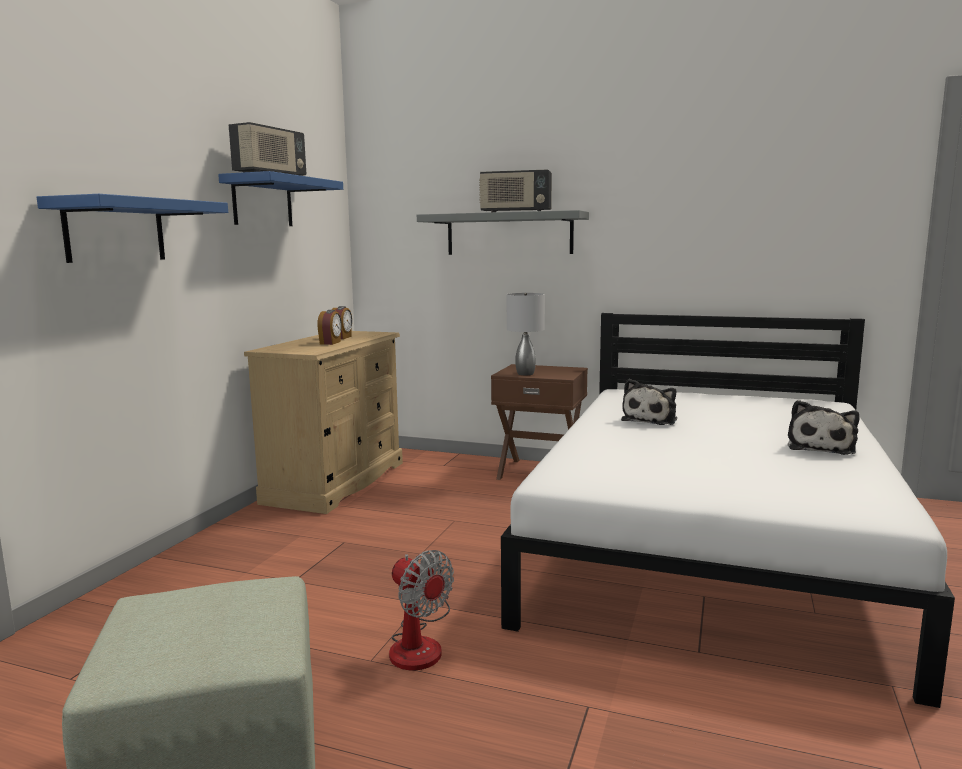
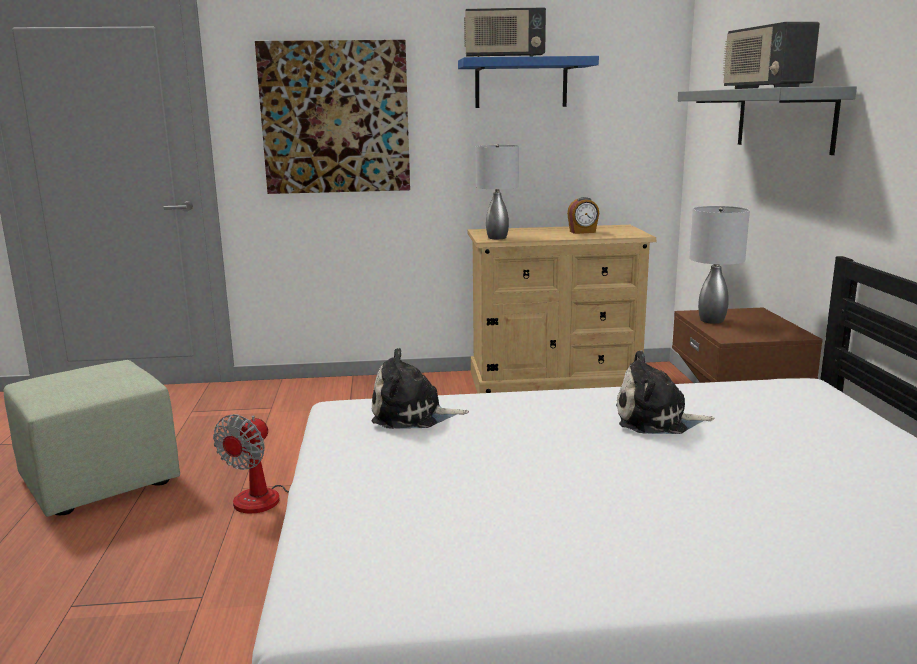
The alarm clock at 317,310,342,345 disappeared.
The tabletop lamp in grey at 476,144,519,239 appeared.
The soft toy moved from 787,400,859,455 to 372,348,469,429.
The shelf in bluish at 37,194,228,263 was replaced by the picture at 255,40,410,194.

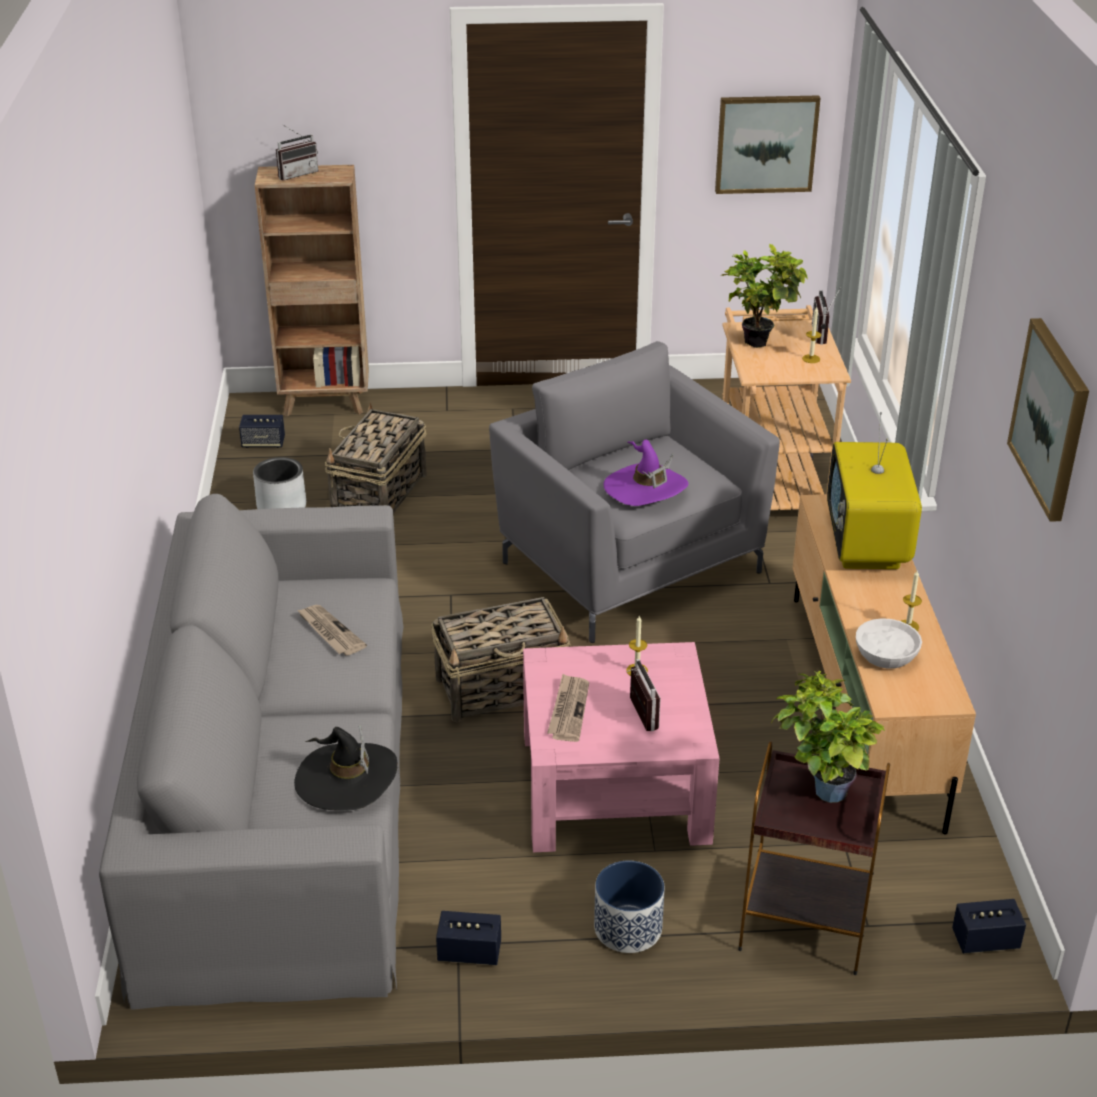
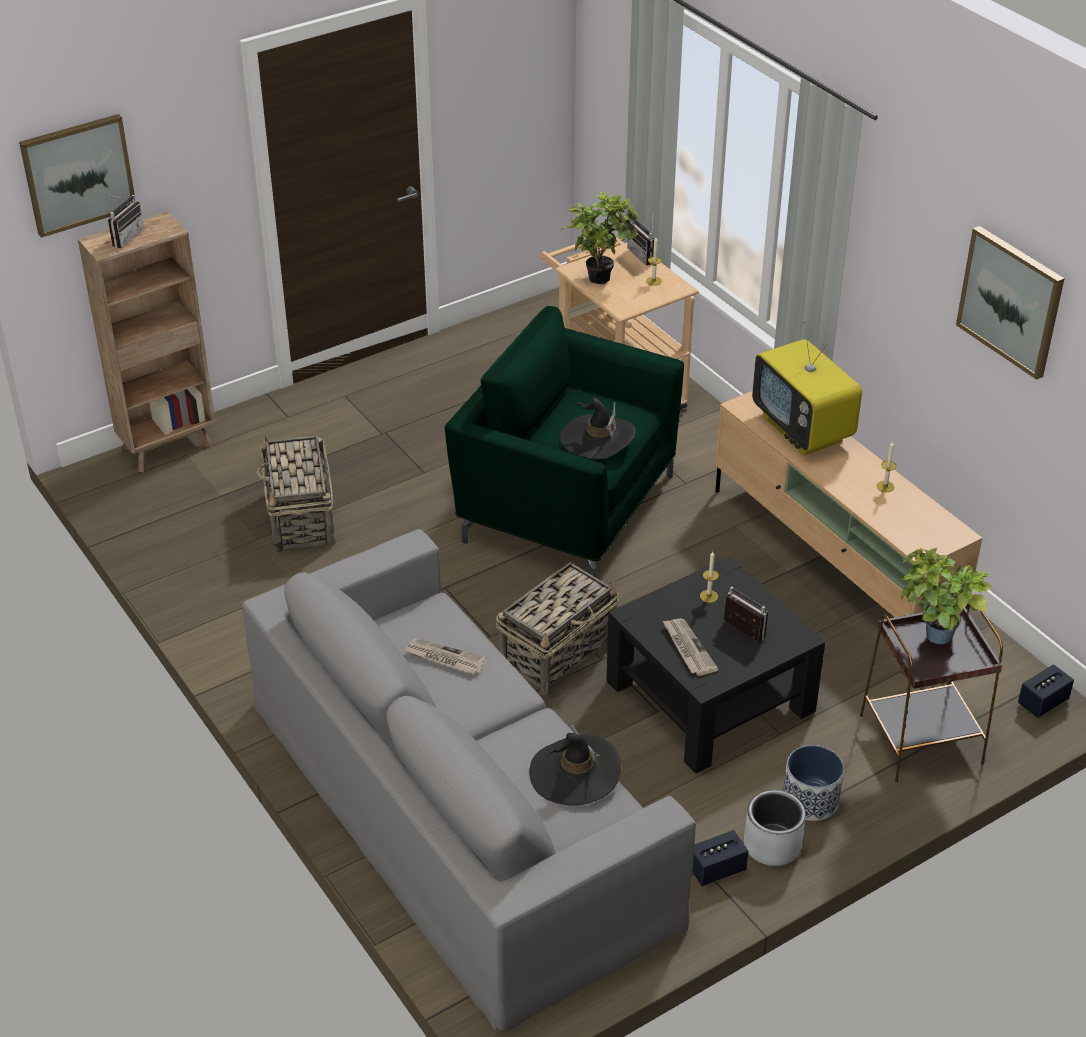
The speaker at 239,415,285,448 disappeared.
The bowl in whitish at 856,618,922,669 disappeared.
The plant pot in grey moved from 253,457,306,509 to 744,790,806,866.
The picture moved from 715,95,821,194 to 19,114,135,238.
The armchair in grey at 489,341,780,643 became the armchair in greenish at 445,306,684,577.
The low table in pink-coloured at 523,642,720,853 became the low table in black-coloured at 606,556,825,774.
The hat in purple at 603,440,688,506 became the hat in black-coloured at 559,398,636,459.

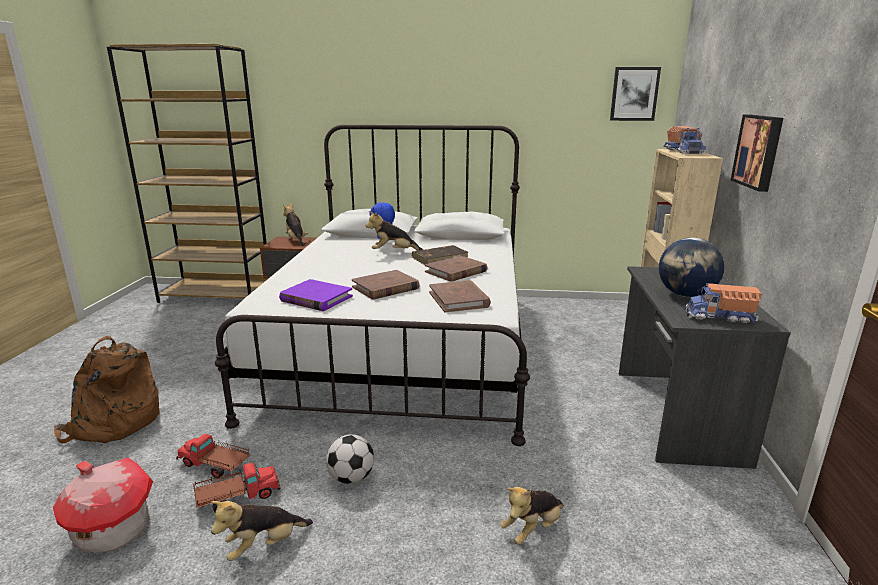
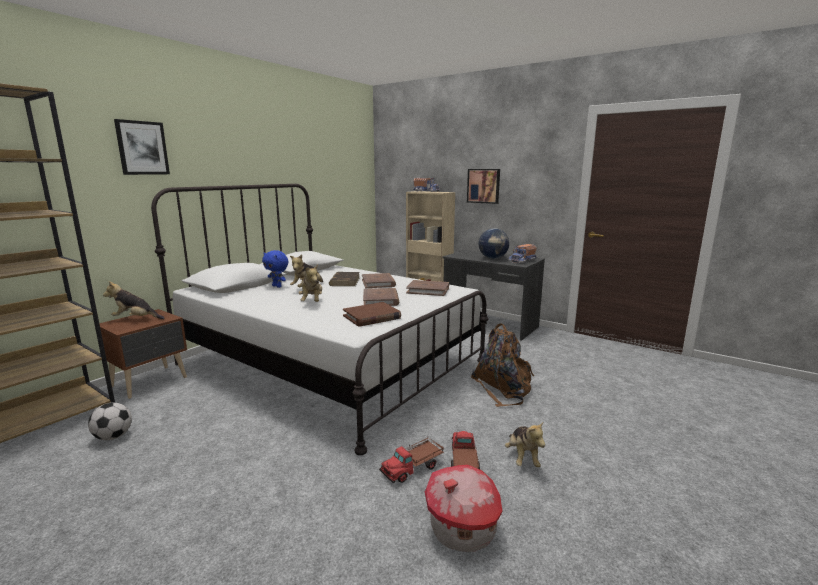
The knapsack in brownish moved from 54,336,160,443 to 471,323,534,407.
The ball for football moved from 326,434,374,484 to 88,403,132,440.
The soft toy moved from 500,487,564,545 to 298,265,322,302.
The picture moved from 610,67,661,121 to 114,119,170,175.
The book in purple at 279,279,353,311 became the book in brownish at 343,302,401,326.

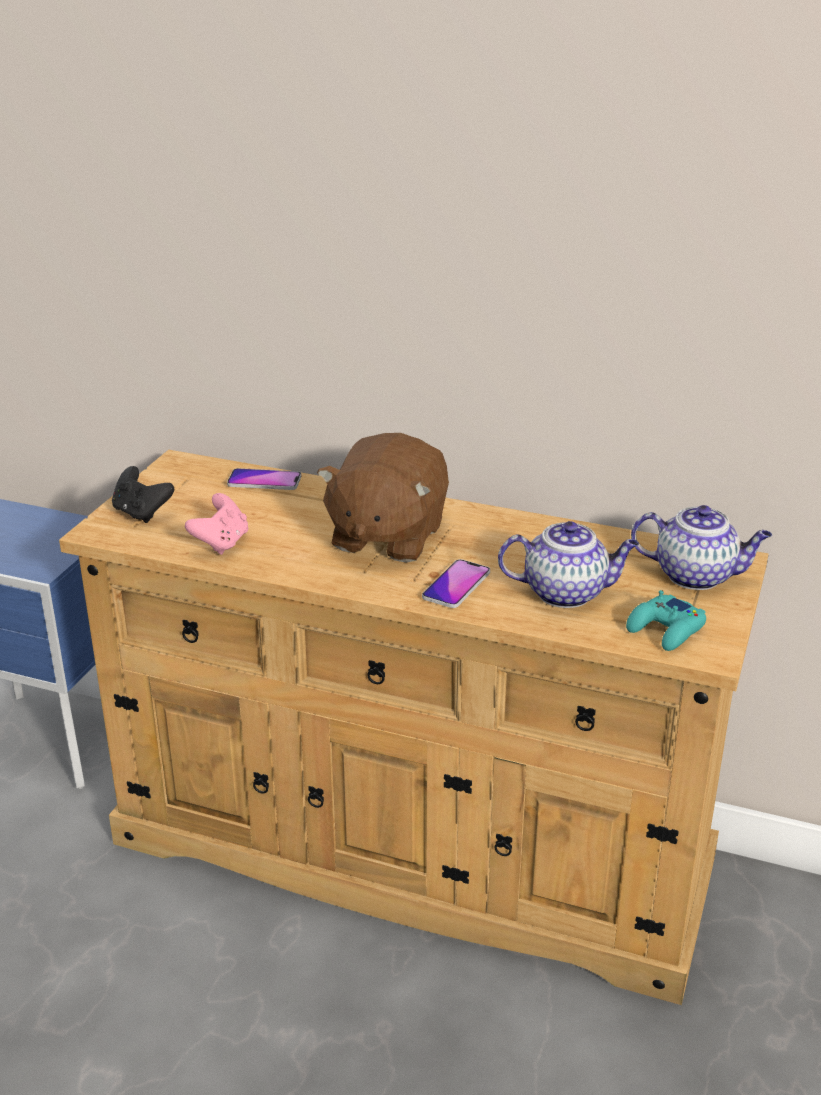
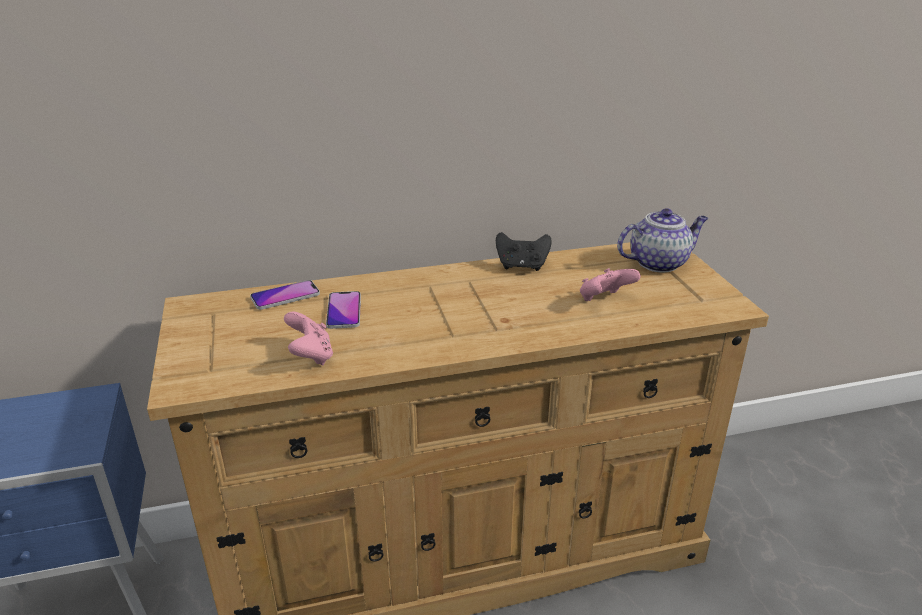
The soft toy in brownish at 317,433,449,563 disappeared.
The gamepad in turquoise-coloured at 626,590,706,651 disappeared.
The gamepad in black-coloured moved from 112,466,174,523 to 496,232,552,271.
The handset moved from 422,559,490,608 to 326,291,361,329.
The pot for tea at 498,521,639,608 was replaced by the gamepad in pink-coloured at 580,268,641,301.

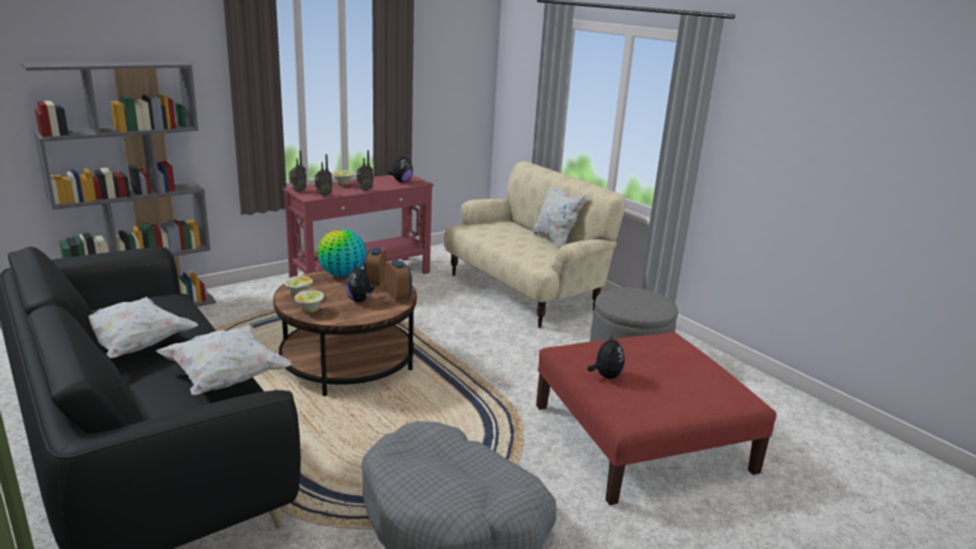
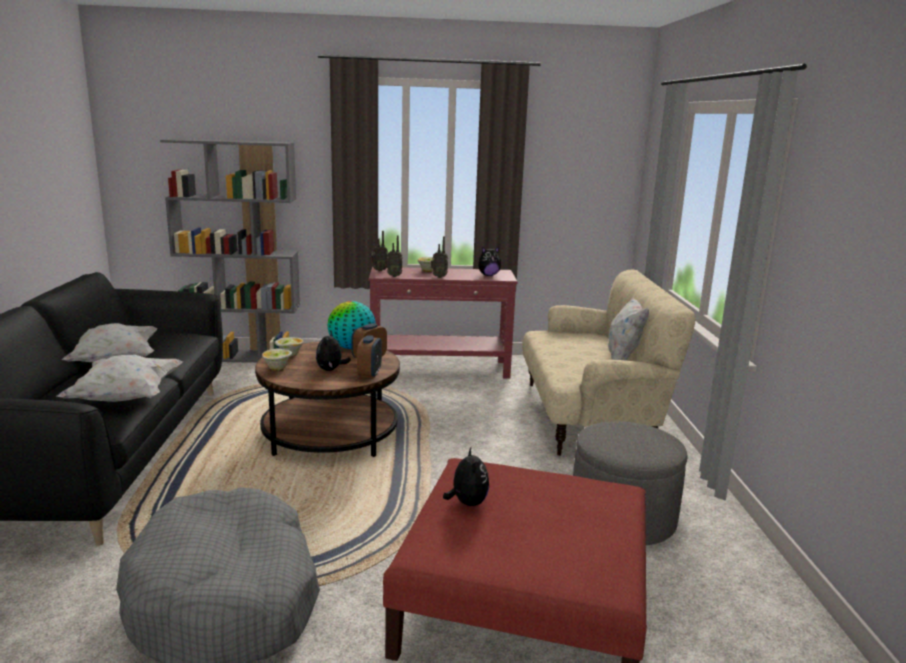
The soft toy at 587,333,625,379 turned 45 degrees counterclockwise.

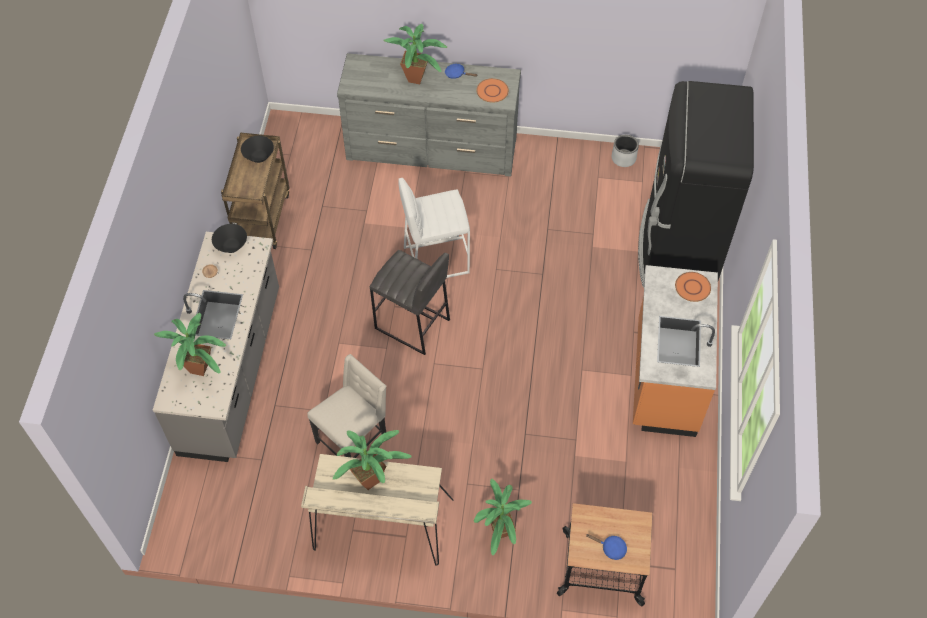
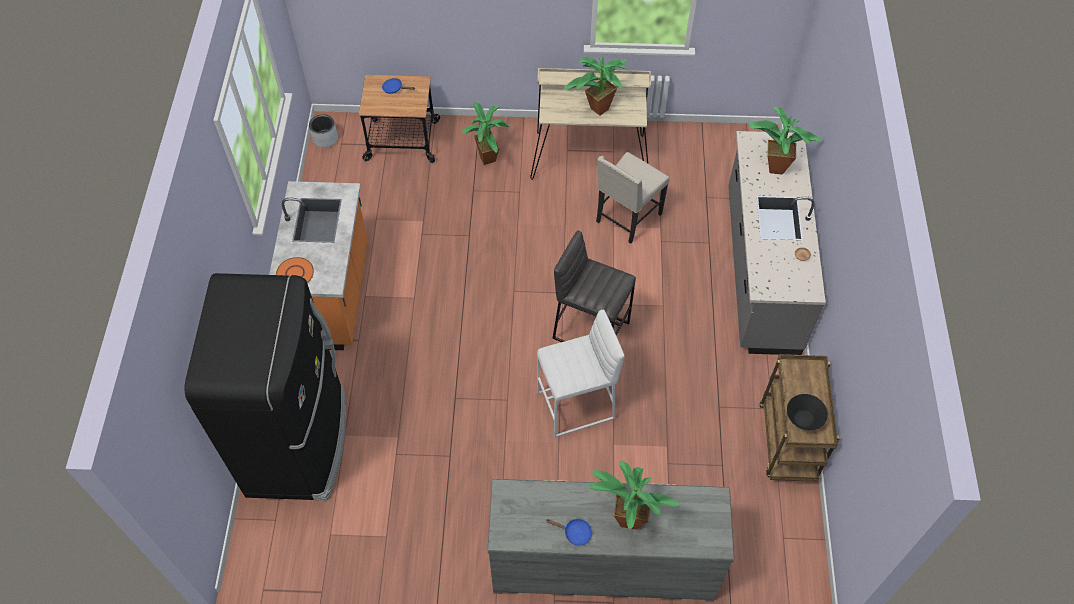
The bowl in black-coloured at 212,224,247,253 disappeared.
The flat dish in orange-coloured at 476,78,509,103 disappeared.
The plant pot in grey moved from 612,135,639,167 to 309,114,338,148.

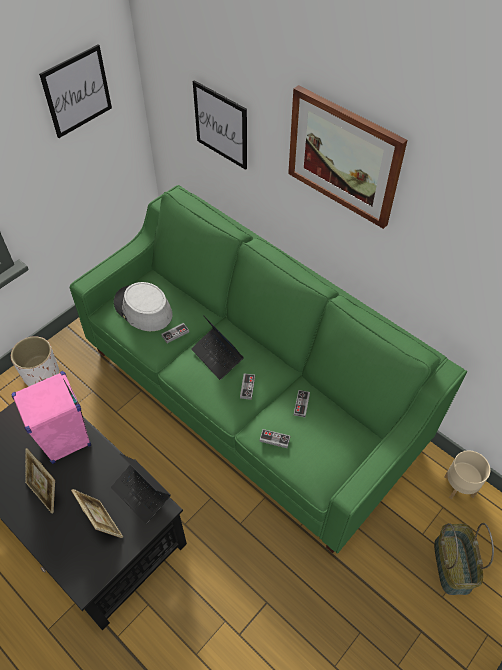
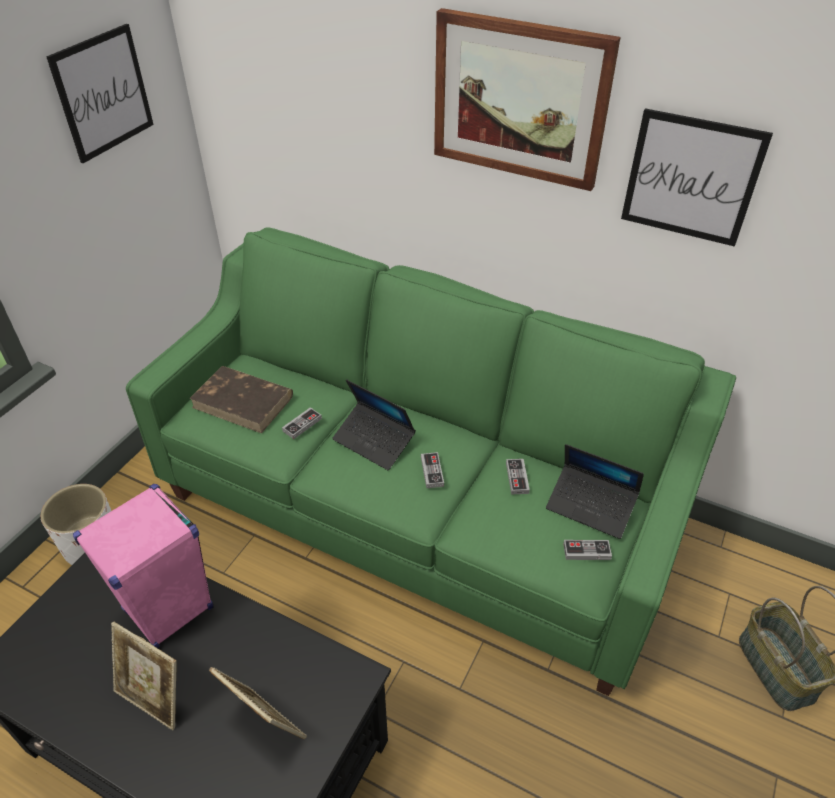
The plant pot in beige at 444,450,490,499 disappeared.
The portable computer moved from 111,454,171,524 to 546,444,644,539.
The picture moved from 193,80,247,170 to 621,108,773,247.
The gamepad moved from 260,429,290,448 to 563,540,612,560.
The hat in grey at 114,282,172,331 was replaced by the book in brownish at 189,366,293,433.

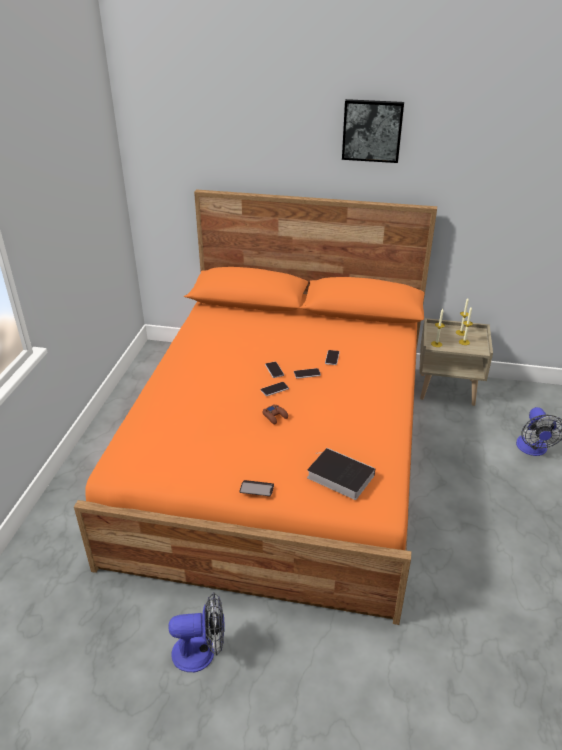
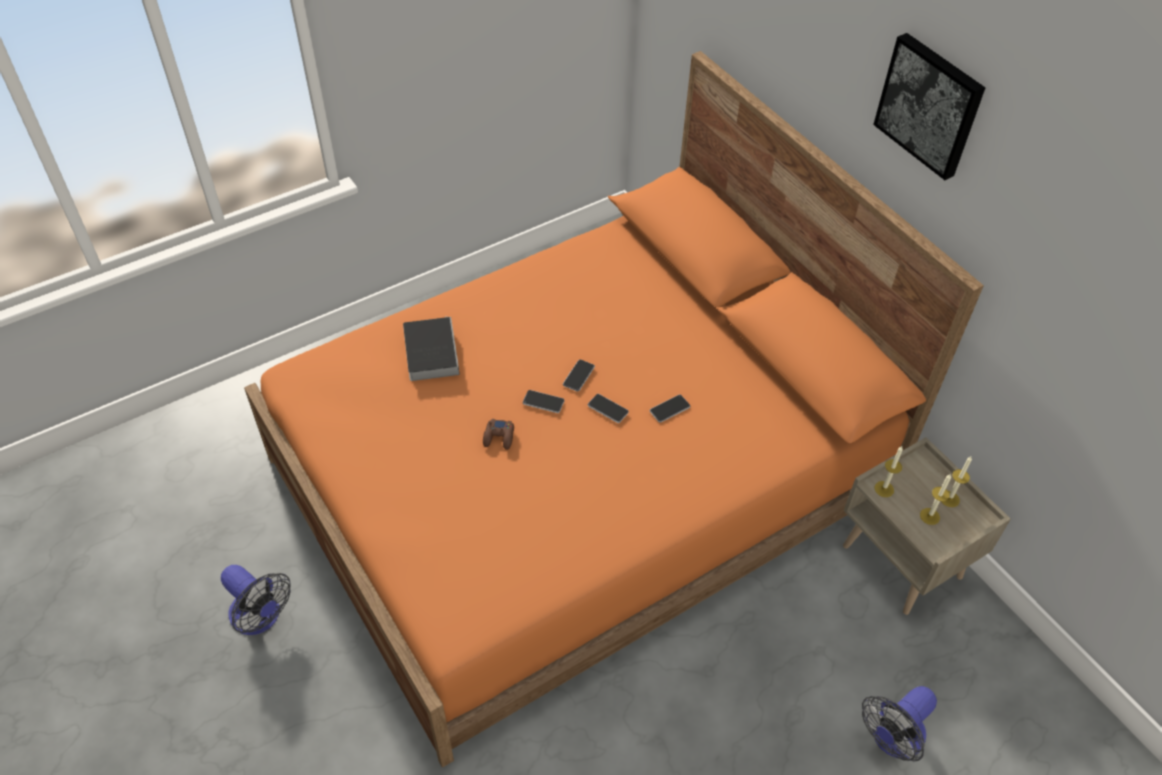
The handset at 239,480,274,496 disappeared.
The book moved from 307,448,375,500 to 403,316,460,381.

